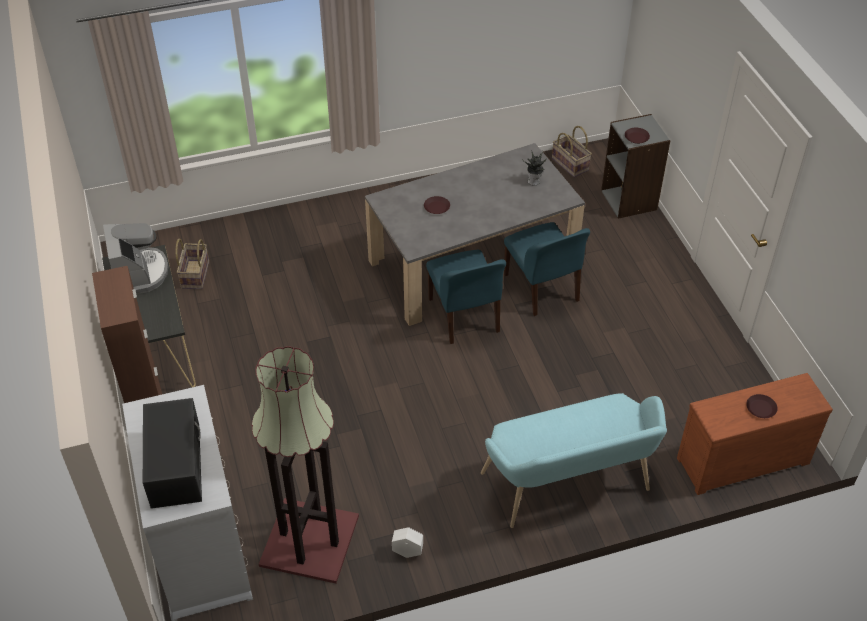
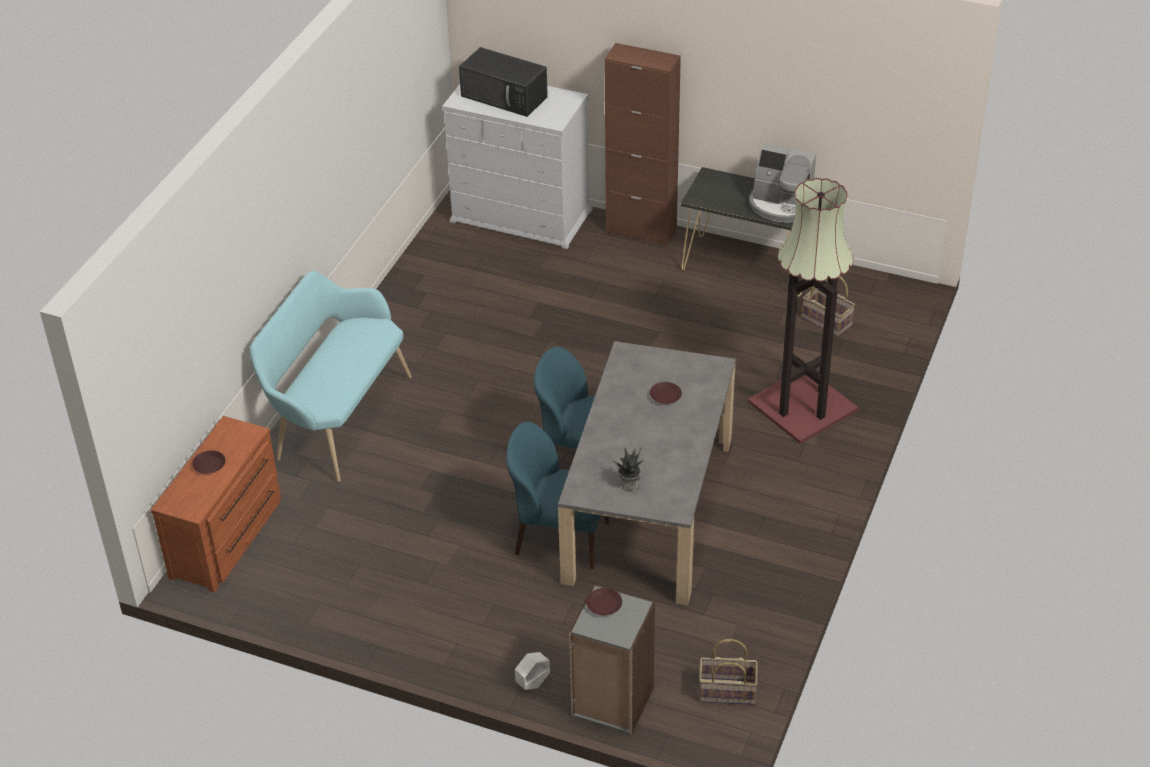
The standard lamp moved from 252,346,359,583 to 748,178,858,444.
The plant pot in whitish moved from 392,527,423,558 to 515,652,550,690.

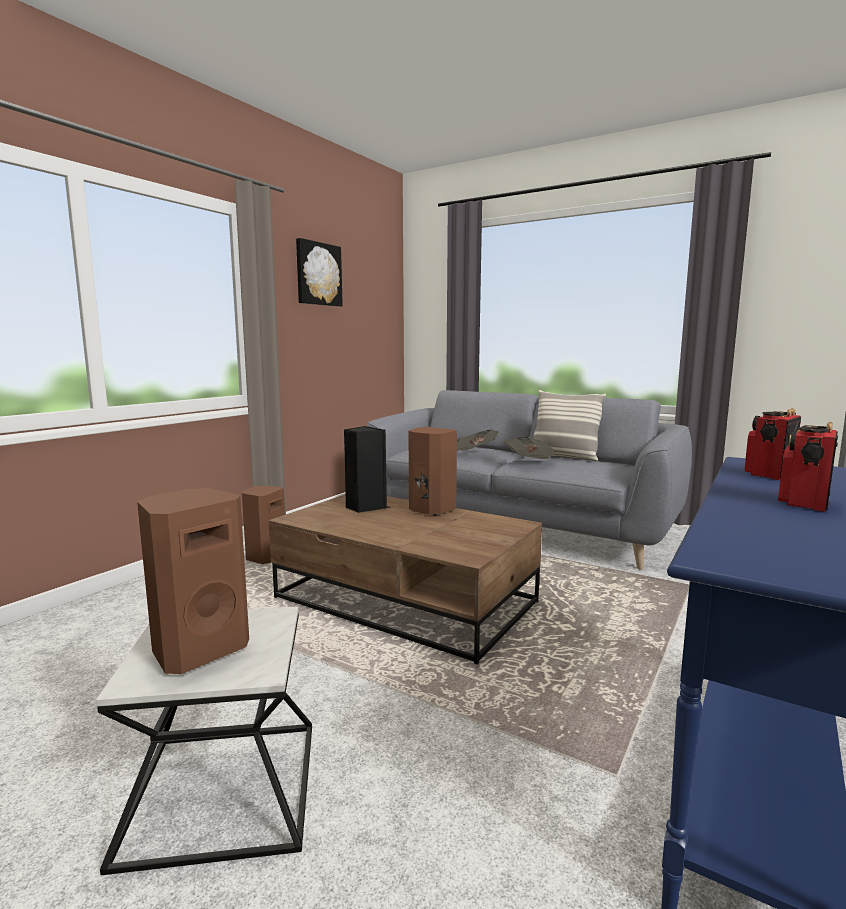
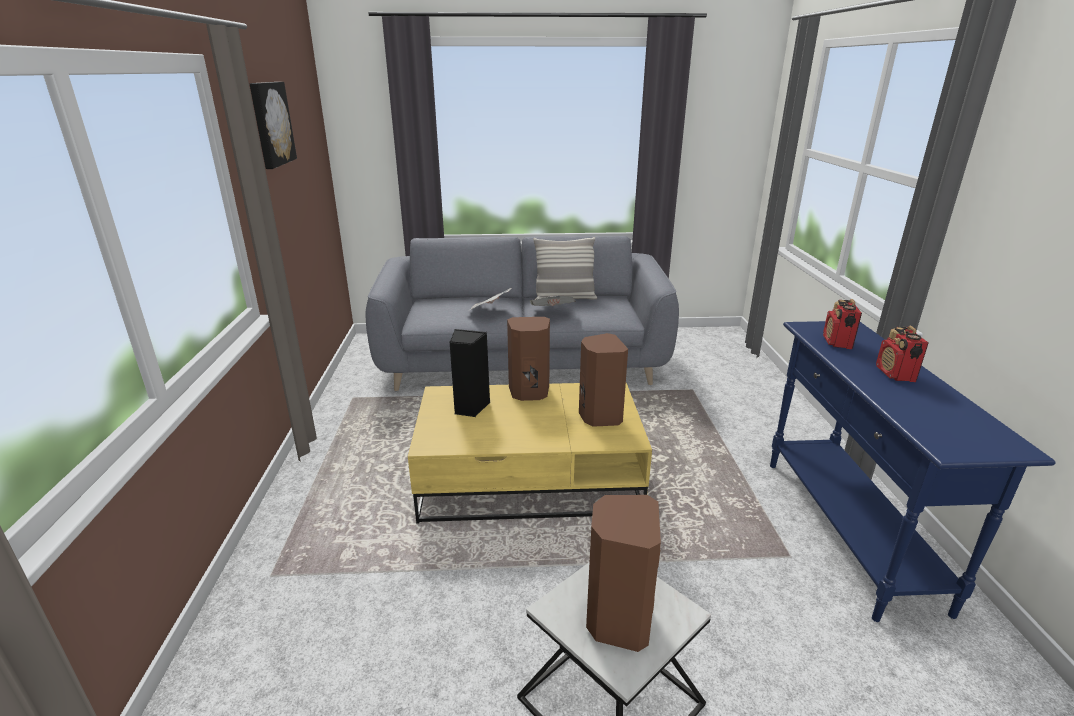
The speaker in brownish moved from 242,486,285,564 to 579,333,628,427.
The low table in brownish at 269,494,542,665 became the low table in yellow-coloured at 408,383,652,523.

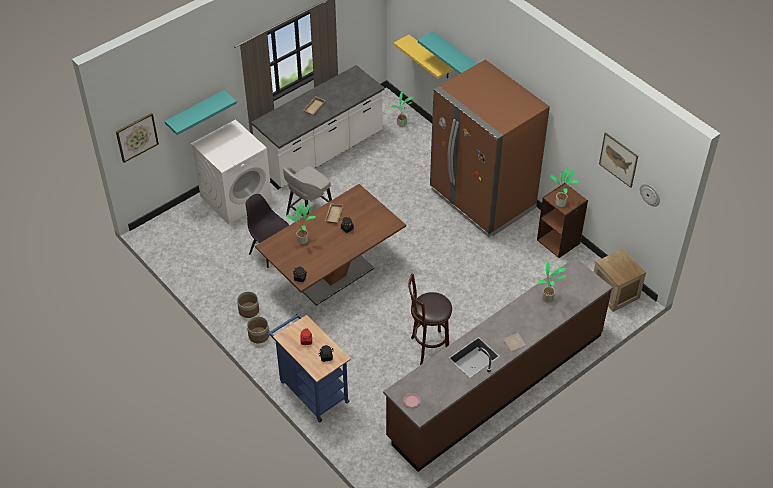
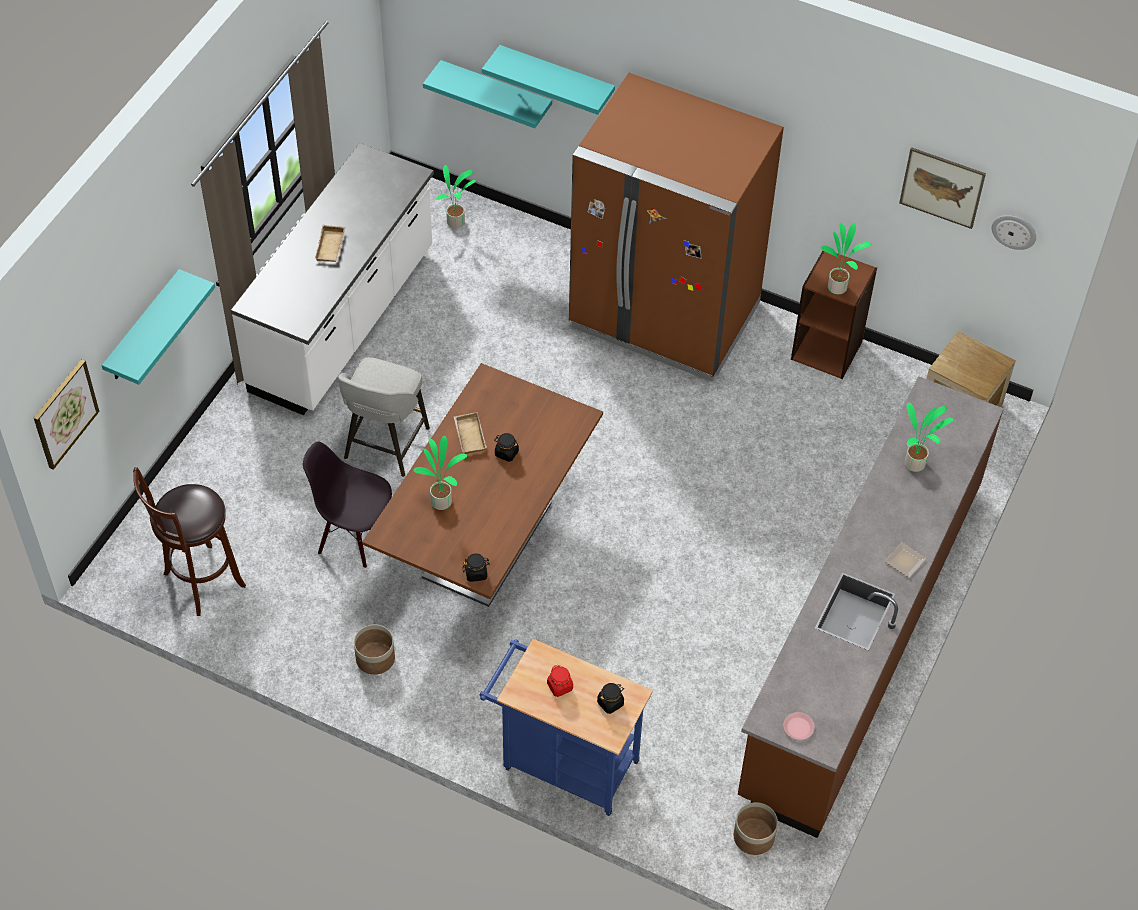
The laundry machine in whitish at 191,119,272,224 disappeared.
The plant pot moved from 247,316,269,343 to 734,802,778,855.
The stool seat in brownish moved from 408,273,452,365 to 133,467,246,616.
The shelf in yellow-coloured at 394,35,453,79 became the shelf in turquoise-coloured at 423,60,552,128.

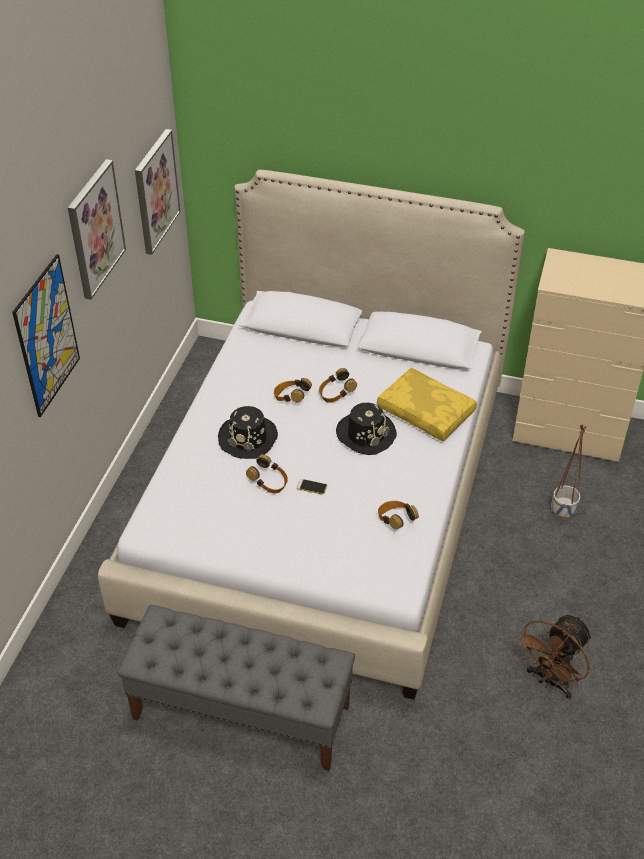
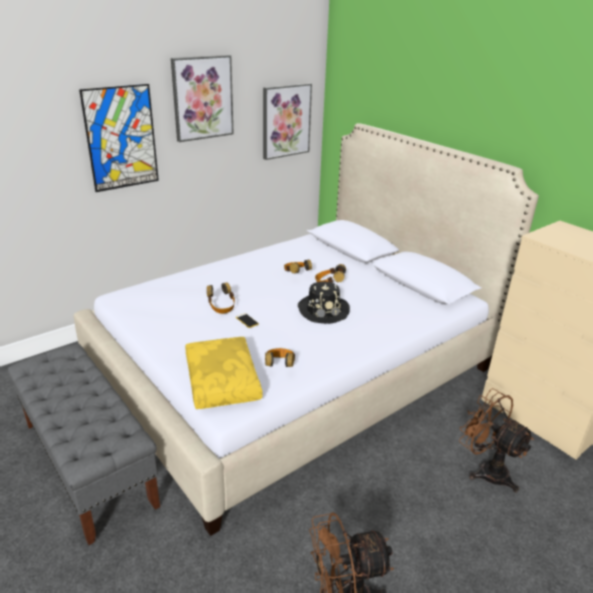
The hat in black-coloured at 218,406,278,459 disappeared.
The throw pillow in yellow-coloured moved from 377,368,477,441 to 185,337,263,409.
The plant pot at 551,424,586,519 was replaced by the fan in brownish at 459,388,534,492.

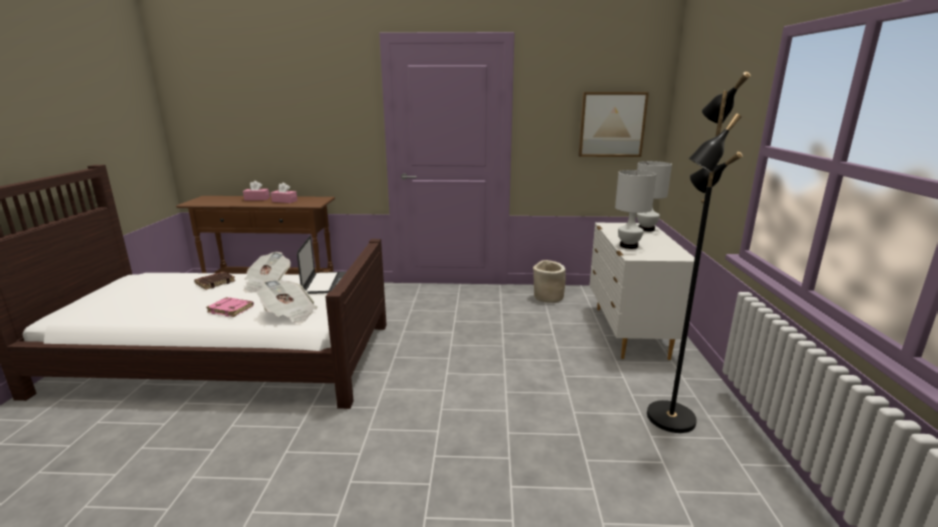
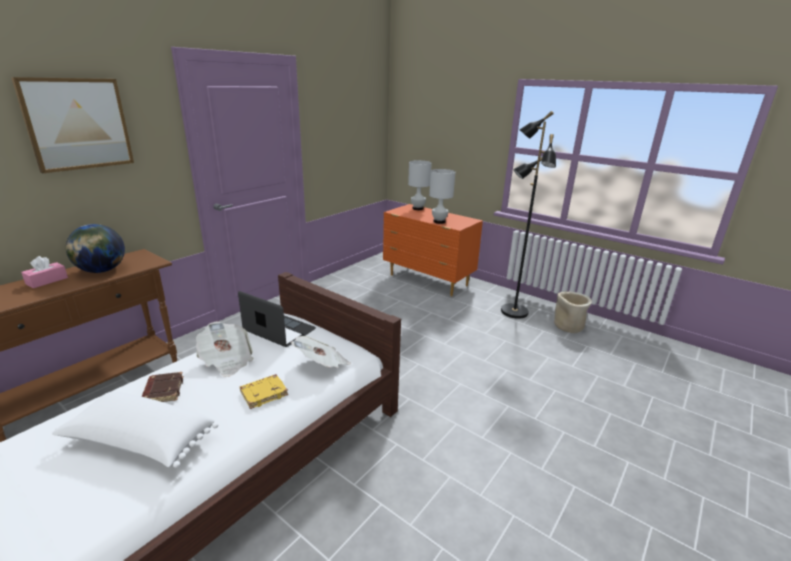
The throw pillow in whitish at 52,391,218,468 appeared.
The plant pot in beige moved from 533,260,565,303 to 554,292,592,333.
The picture moved from 578,92,649,157 to 11,77,134,173.
The tissue holder in pink-coloured at 271,183,297,203 was replaced by the globe at 66,224,125,273.
The book in pink-coloured at 206,297,254,317 became the book in yellow-coloured at 240,374,288,409.
The dresser in whitish at 589,223,695,360 became the dresser in orange-coloured at 383,204,483,296.

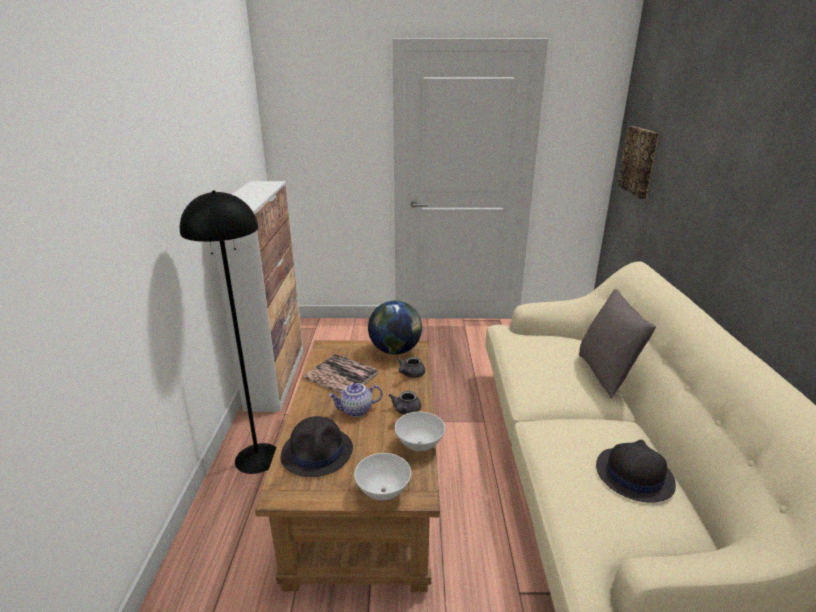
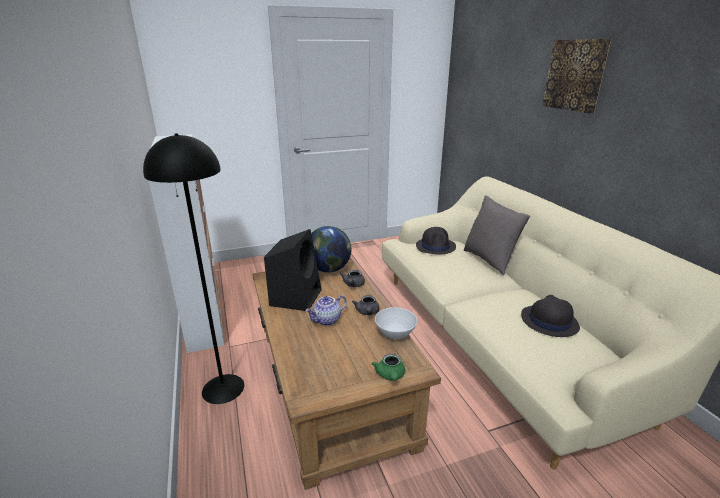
The hat in black-coloured moved from 280,416,353,477 to 416,227,456,254.
The picture moved from 617,126,659,199 to 542,39,611,114.
The book at 303,354,379,394 was replaced by the speaker in black-coloured at 264,229,321,311.
The bowl in whitish at 354,453,411,500 was replaced by the pot for tea in greenish at 372,354,405,381.

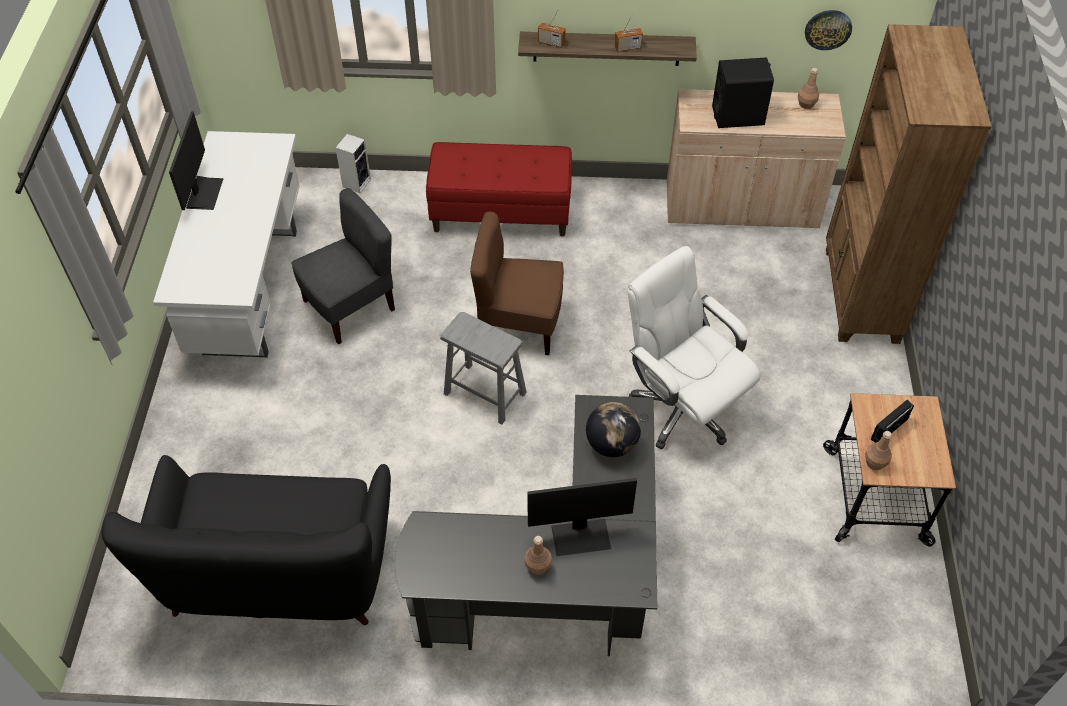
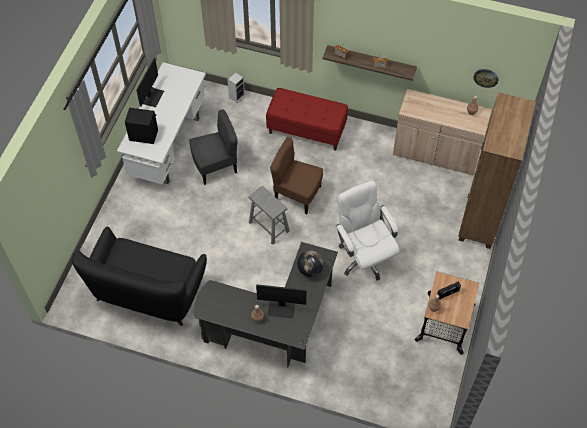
The speaker in black-coloured moved from 712,57,774,128 to 125,108,158,144.

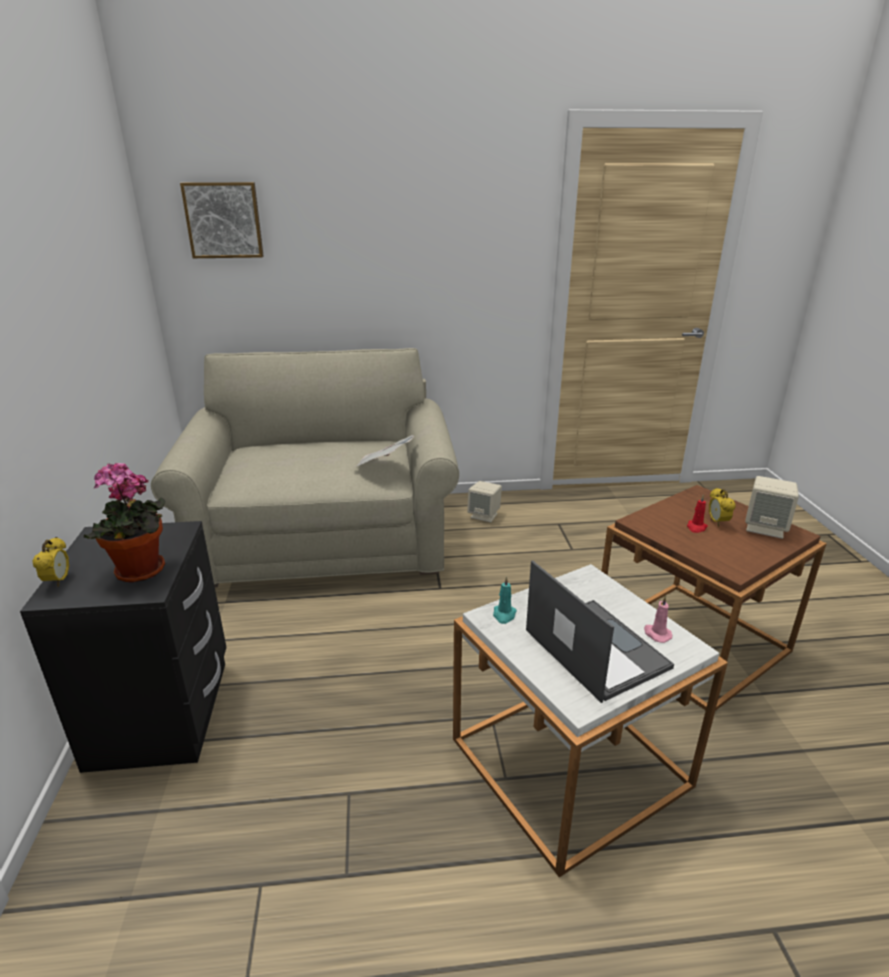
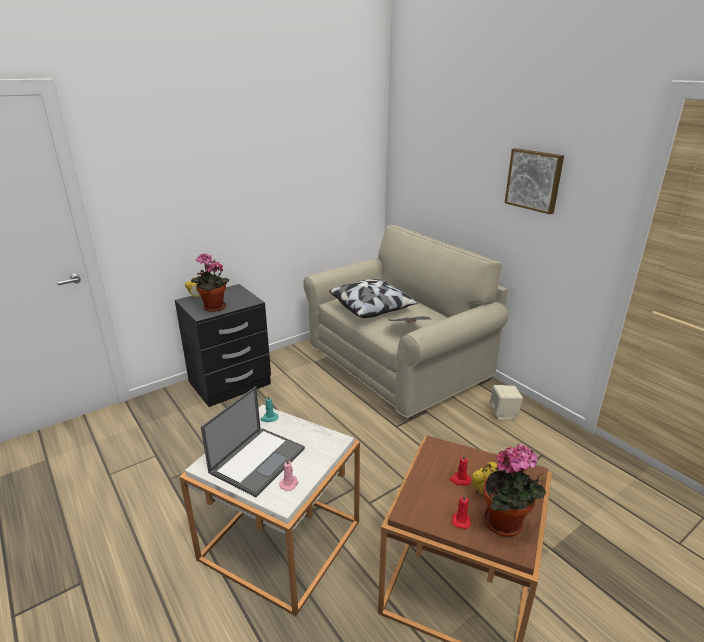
The throw pillow at 329,279,418,318 appeared.
The wax light in red at 452,494,471,529 appeared.
The picture moved from 180,182,264,258 to 505,148,564,214.
The speaker in beige at 745,476,799,539 was replaced by the plant in a pot at 483,444,546,537.

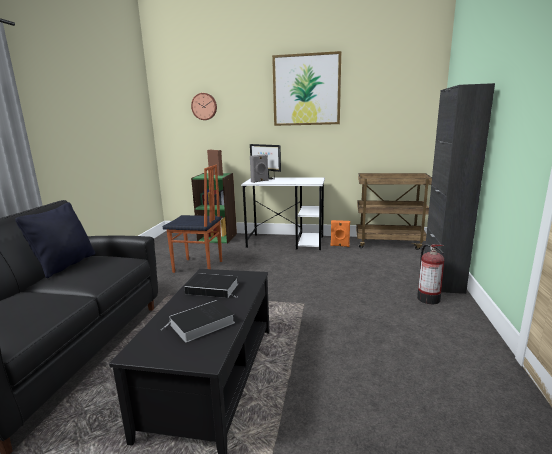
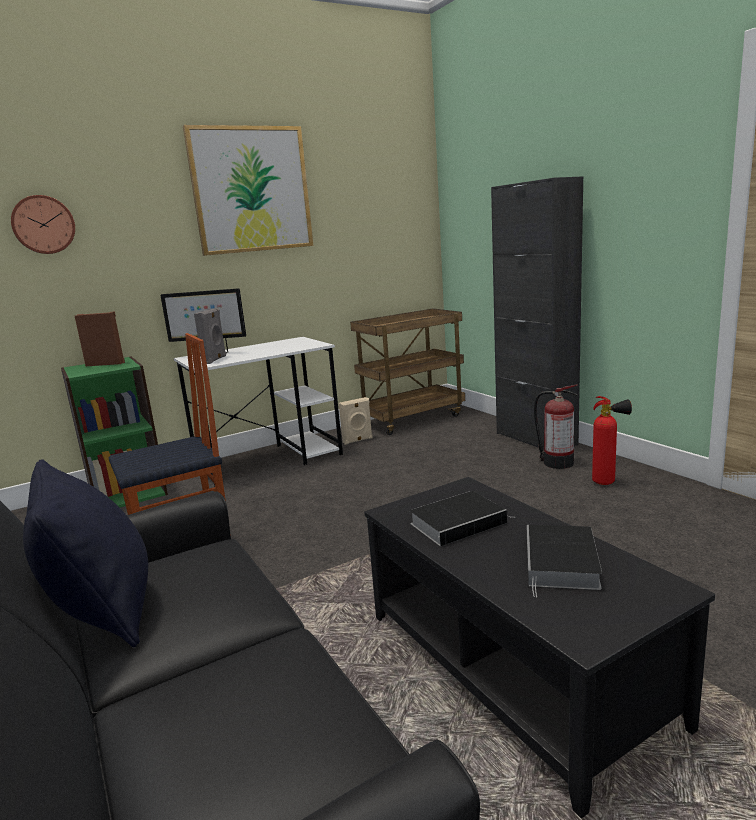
The fire-fighting cylinder at 592,396,632,485 appeared.
The speaker in orange-coloured at 331,220,350,247 became the speaker in beige at 339,397,373,445.

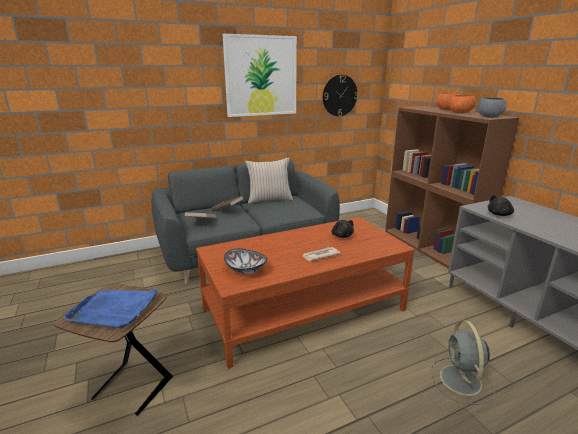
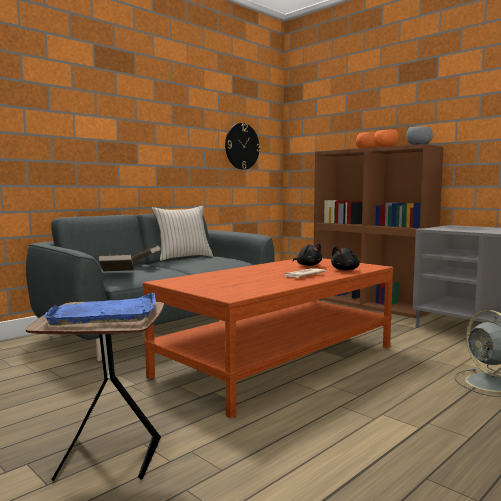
The picture at 222,34,297,117 disappeared.
The bowl at 224,249,267,274 disappeared.
The soft toy in black-coloured moved from 488,195,514,216 to 331,246,360,271.

